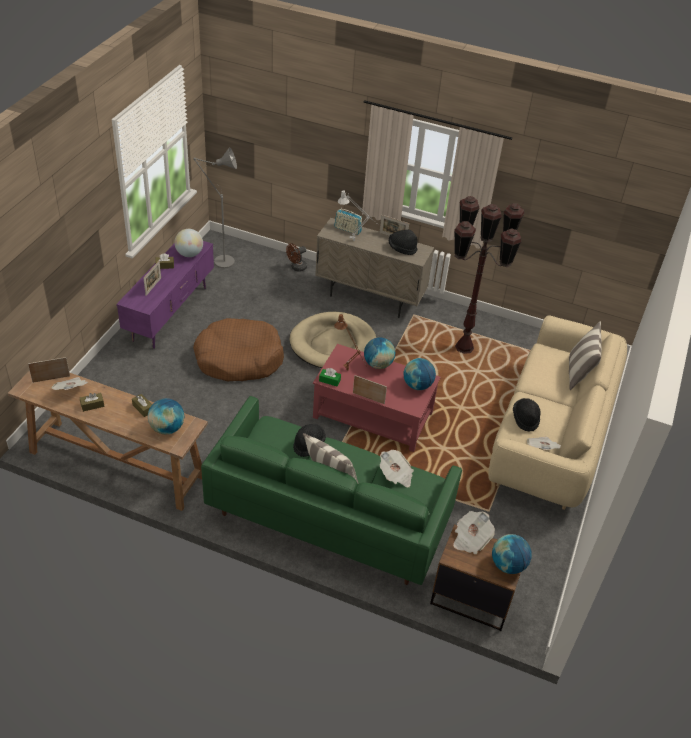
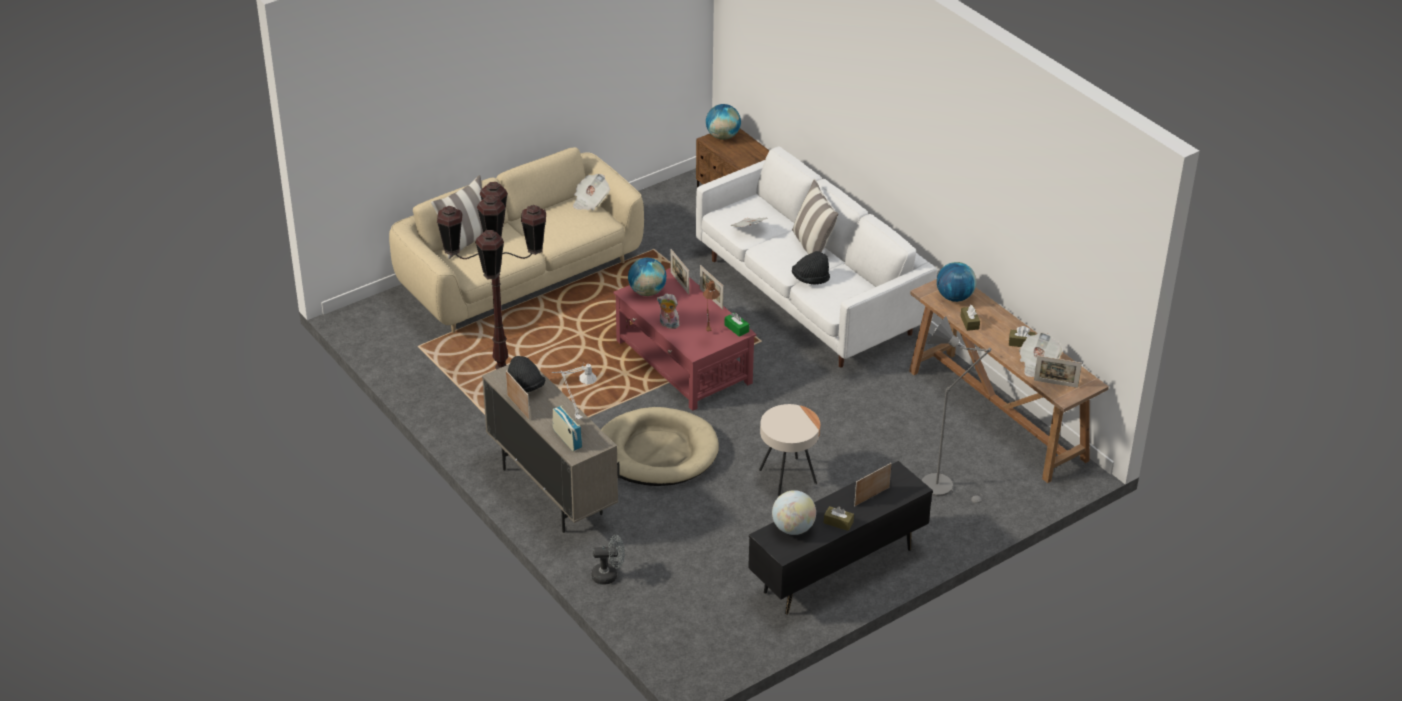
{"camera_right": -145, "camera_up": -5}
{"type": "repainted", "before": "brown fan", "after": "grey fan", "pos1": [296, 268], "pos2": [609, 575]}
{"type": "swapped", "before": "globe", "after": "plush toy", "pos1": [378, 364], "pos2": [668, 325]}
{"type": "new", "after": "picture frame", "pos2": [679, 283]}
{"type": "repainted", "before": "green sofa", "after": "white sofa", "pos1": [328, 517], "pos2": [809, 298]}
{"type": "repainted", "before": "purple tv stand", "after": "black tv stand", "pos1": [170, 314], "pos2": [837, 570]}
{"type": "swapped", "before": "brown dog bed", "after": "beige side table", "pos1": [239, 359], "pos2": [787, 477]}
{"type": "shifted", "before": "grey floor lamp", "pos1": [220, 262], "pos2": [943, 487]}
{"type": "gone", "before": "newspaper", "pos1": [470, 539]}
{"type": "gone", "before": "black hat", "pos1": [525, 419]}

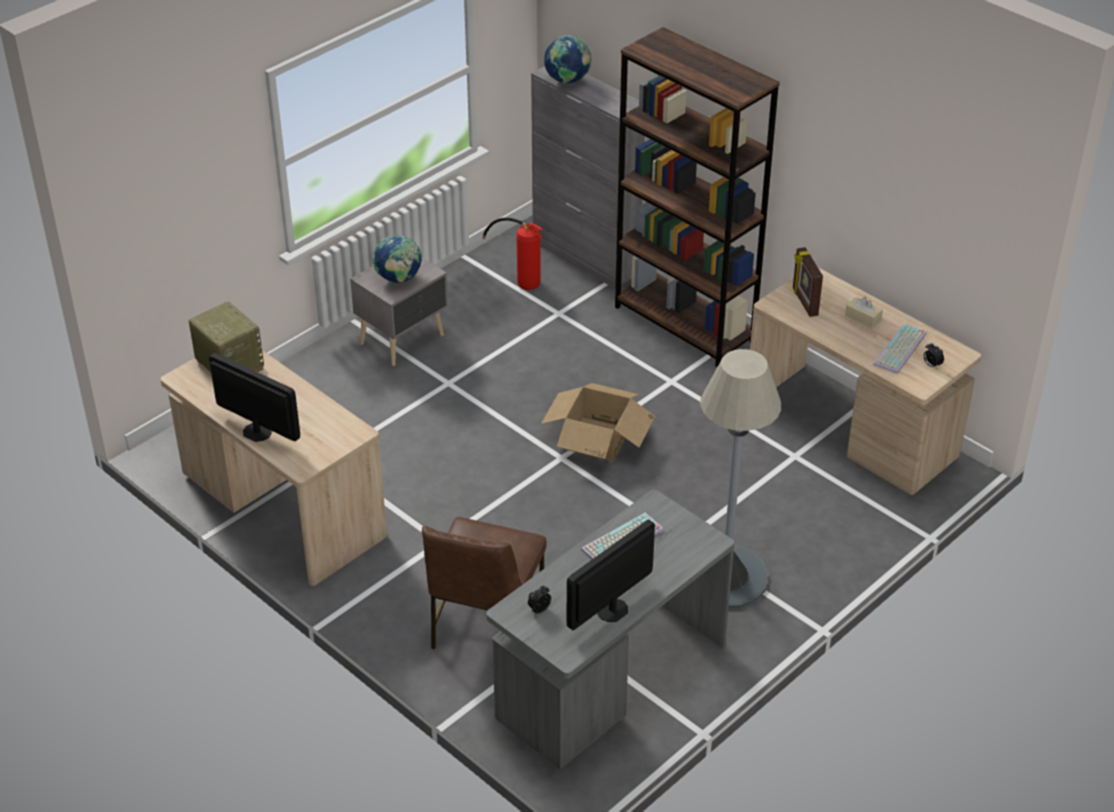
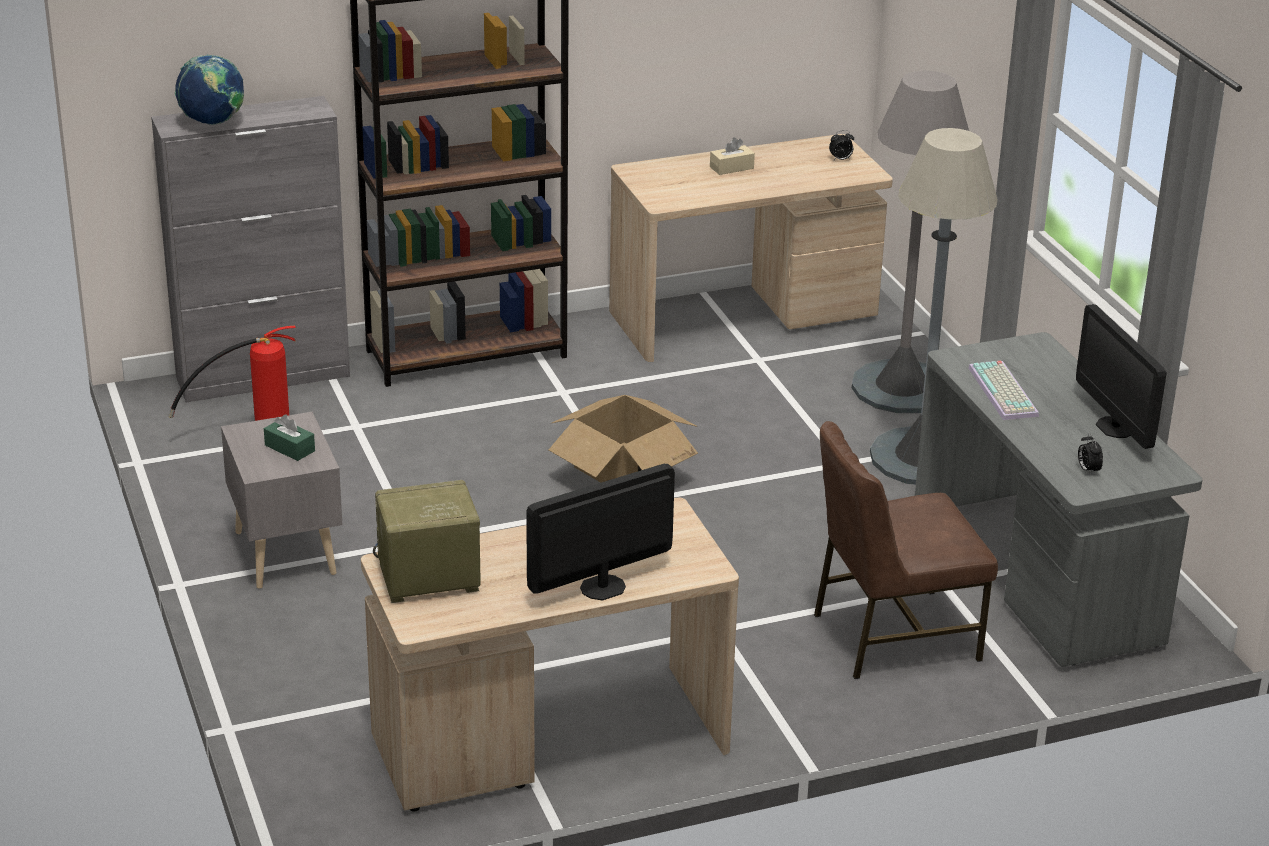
{"camera_right": -65, "camera_up": -10}
{"type": "swapped", "before": "globe", "after": "green tissue box", "pos1": [399, 279], "pos2": [289, 448]}
{"type": "rotated", "before": "brown chair", "pos1": [485, 624], "pos2": [892, 635], "turn": 120}
{"type": "new", "after": "grey floor lamp", "pos2": [901, 387]}
{"type": "gone", "before": "picture frame", "pos1": [804, 302]}
{"type": "gone", "before": "keyboard", "pos1": [900, 350]}

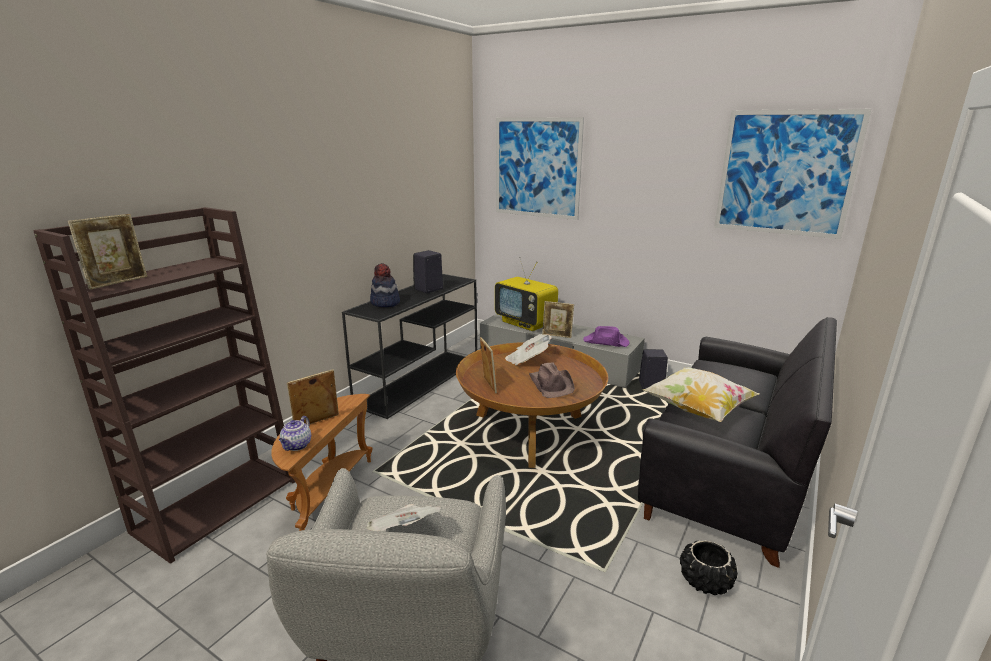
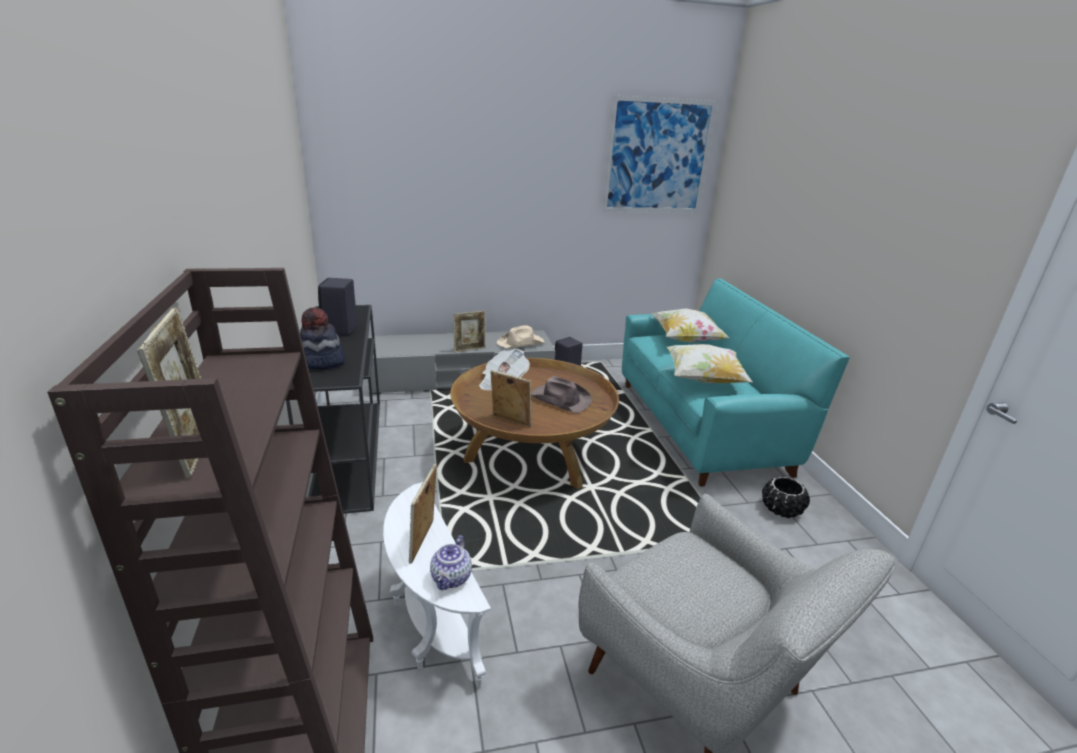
{"camera_right": -45, "camera_up": 5}
{"type": "repainted", "before": "brown side table", "after": "white side table", "pos1": [326, 493], "pos2": [430, 625]}
{"type": "rotated", "before": "teapot", "pos1": [297, 446], "pos2": [451, 579], "turn": 45}
{"type": "repainted", "before": "purple hat", "after": "beige hat", "pos1": [606, 342], "pos2": [521, 343]}
{"type": "repainted", "before": "black sofa", "after": "turquoise sofa", "pos1": [730, 474], "pos2": [701, 426]}
{"type": "new", "after": "pillow", "pos2": [685, 340]}
{"type": "gone", "before": "newspaper", "pos1": [405, 532]}
{"type": "gone", "before": "television", "pos1": [526, 323]}
{"type": "gone", "before": "picture", "pos1": [537, 168]}

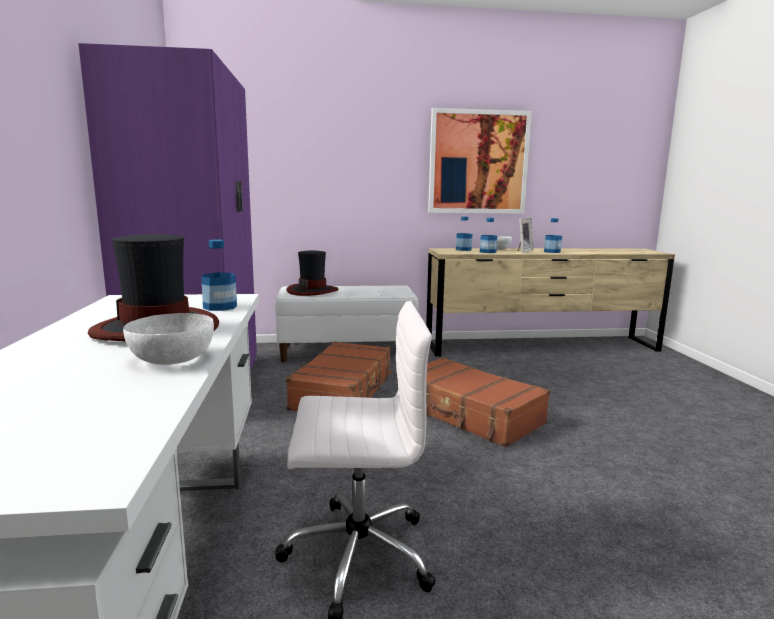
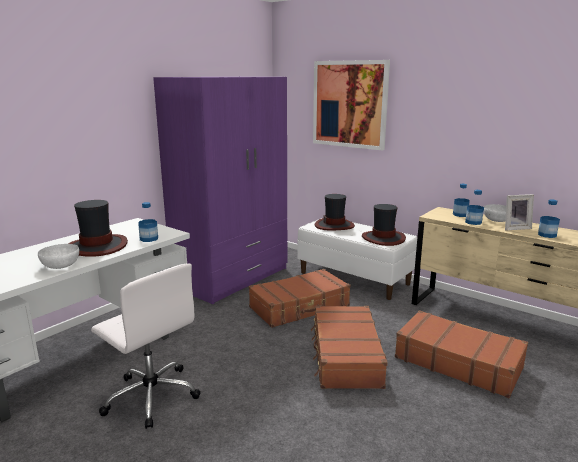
{"camera_right": 45, "camera_up": 5}
{"type": "shifted", "before": "picture", "pos1": [478, 162], "pos2": [349, 104]}
{"type": "new", "after": "hat", "pos2": [383, 238]}
{"type": "new", "after": "brown suitcase", "pos2": [457, 362]}

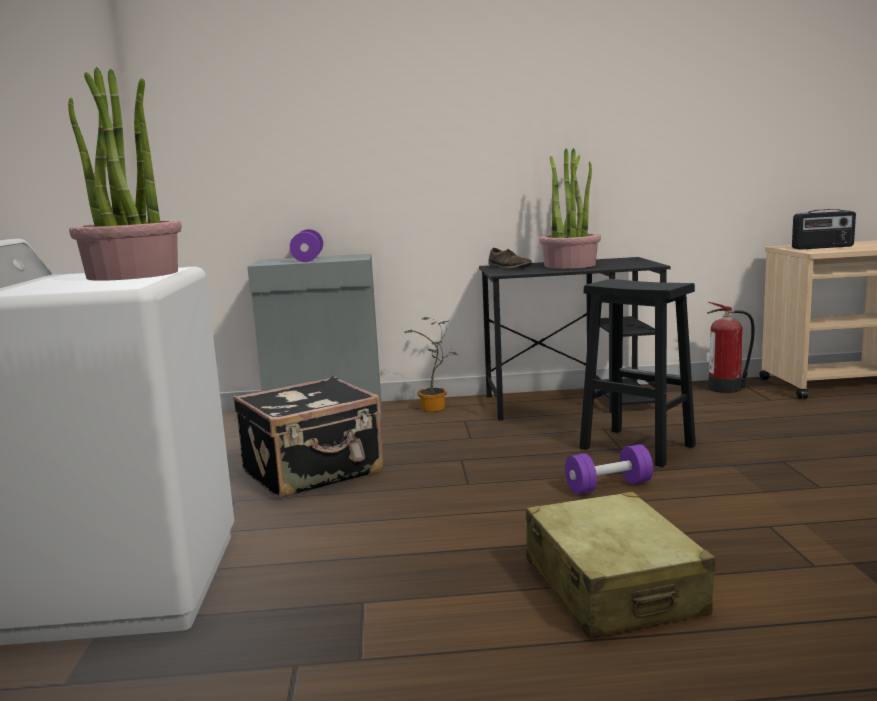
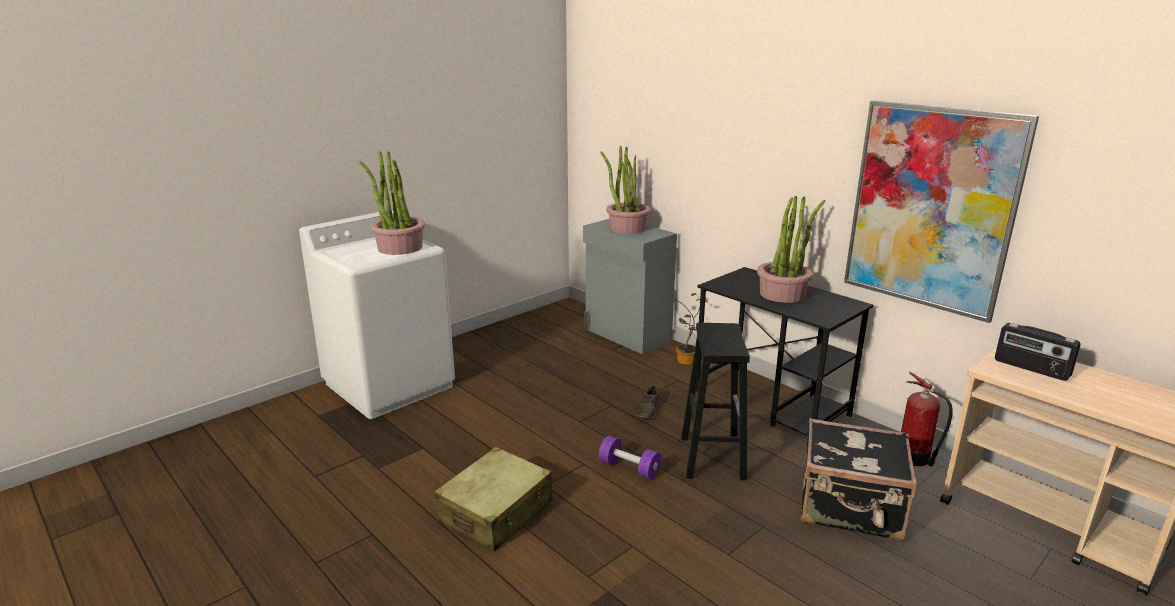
{"camera_right": 50, "camera_up": 10}
{"type": "swapped", "before": "purple dumbbell", "after": "potted plant", "pos1": [308, 259], "pos2": [627, 228]}
{"type": "shifted", "before": "brown shoe", "pos1": [509, 267], "pos2": [648, 409]}
{"type": "shifted", "before": "black suitcase", "pos1": [314, 473], "pos2": [850, 508]}
{"type": "new", "after": "picture", "pos2": [931, 208]}

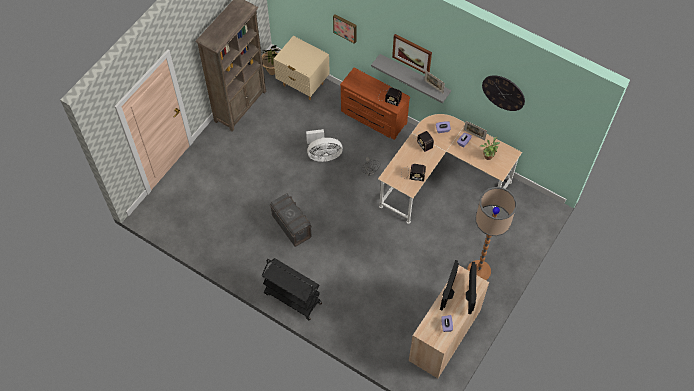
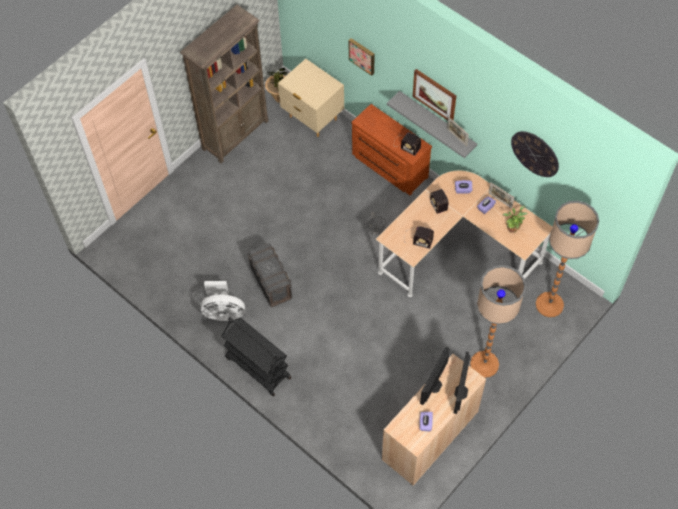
{"camera_right": 10, "camera_up": 0}
{"type": "shifted", "before": "white fan", "pos1": [323, 155], "pos2": [223, 312]}
{"type": "new", "after": "floor lamp", "pos2": [549, 304]}

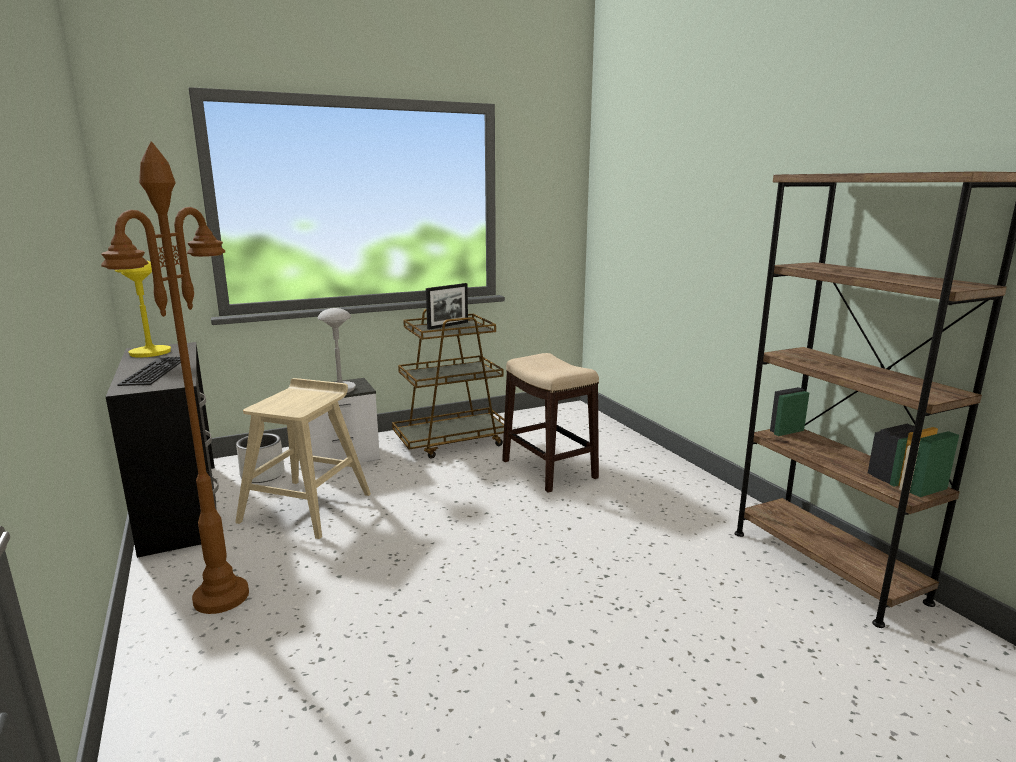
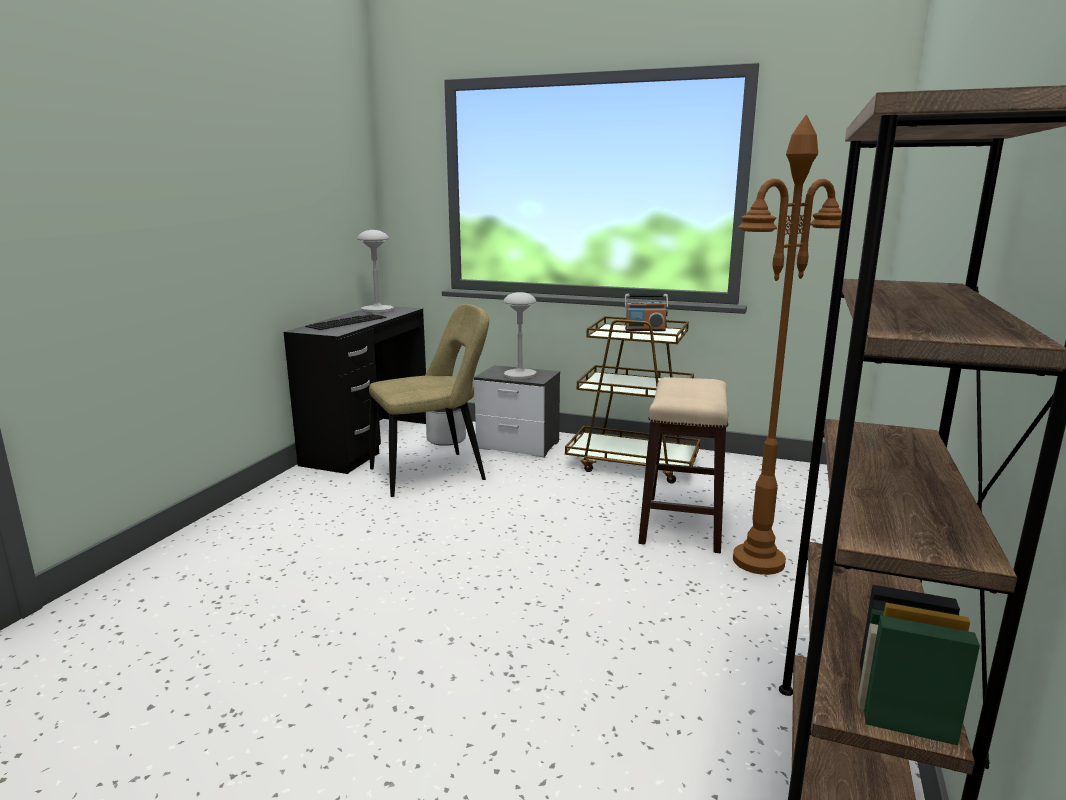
{"camera_right": 45, "camera_up": 0}
{"type": "repainted", "before": "yellow table lamp", "after": "grey table lamp", "pos1": [150, 353], "pos2": [377, 310]}
{"type": "swapped", "before": "beige stool", "after": "beige chair", "pos1": [307, 507], "pos2": [433, 473]}
{"type": "swapped", "before": "picture frame", "after": "radio", "pos1": [448, 325], "pos2": [645, 330]}
{"type": "shifted", "before": "brown floor lamp", "pos1": [221, 597], "pos2": [758, 561]}

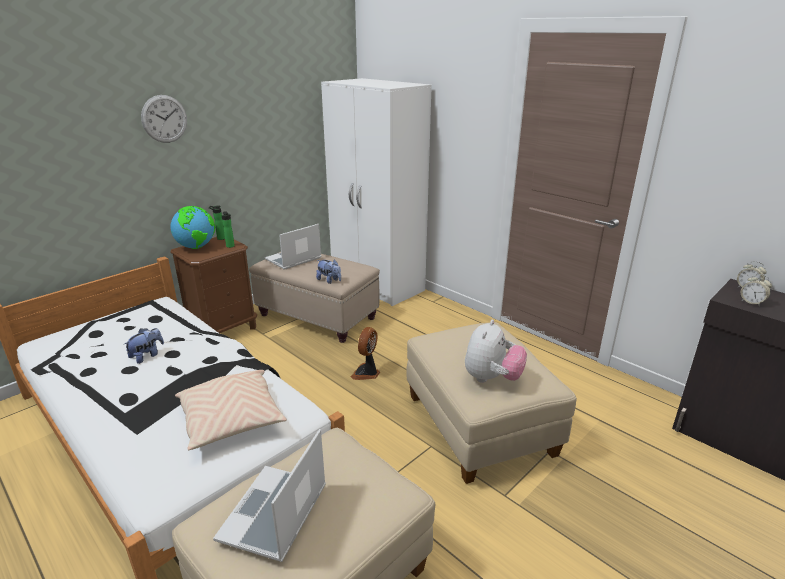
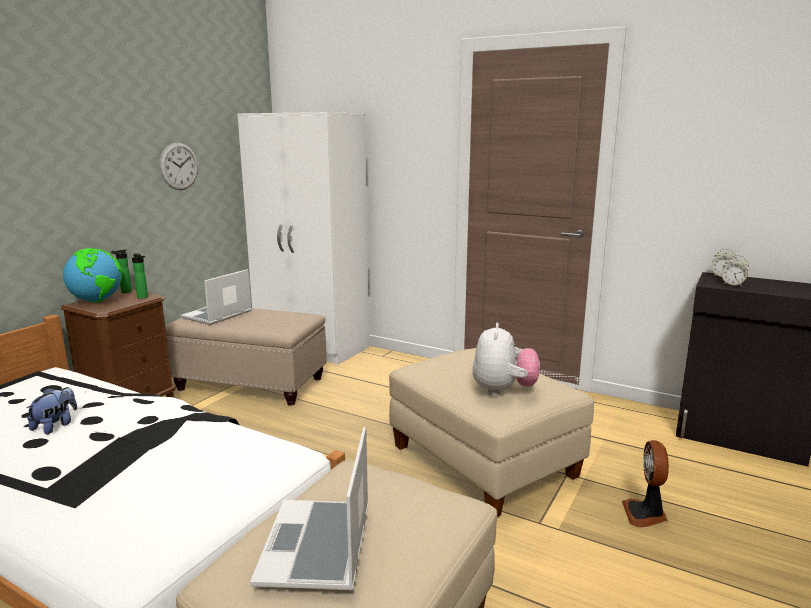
{"camera_right": -15, "camera_up": -10}
{"type": "shifted", "before": "wall clock", "pos1": [164, 119], "pos2": [179, 166]}
{"type": "shifted", "before": "fan", "pos1": [367, 373], "pos2": [645, 514]}
{"type": "gone", "before": "beige pillow", "pos1": [232, 420]}
{"type": "gone", "before": "plush toy", "pos1": [329, 280]}

